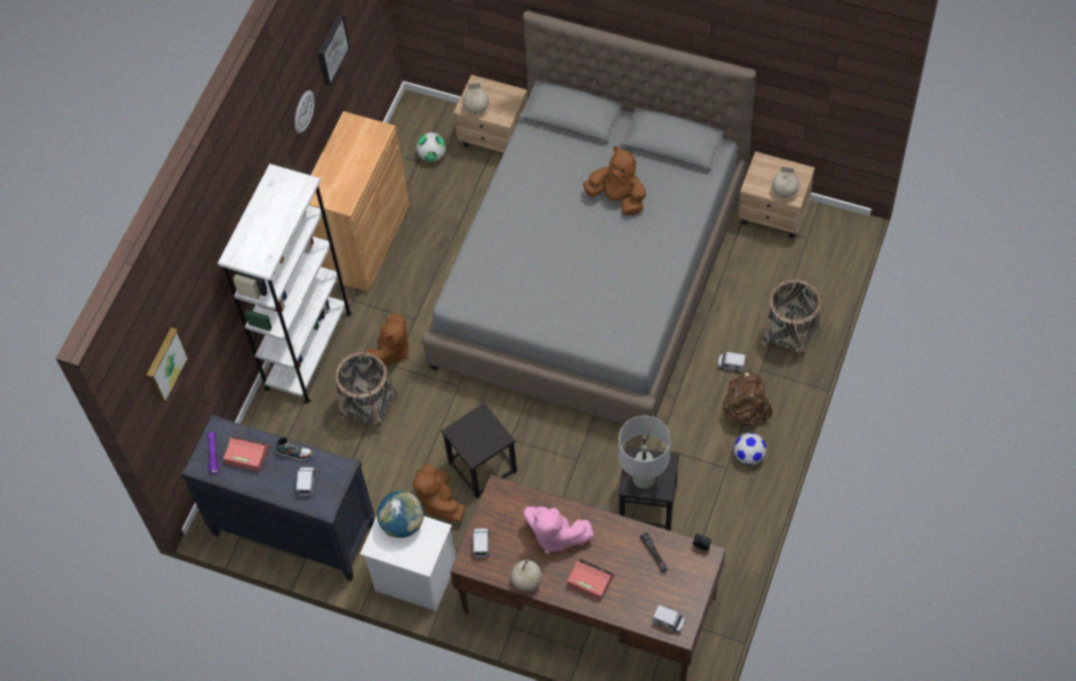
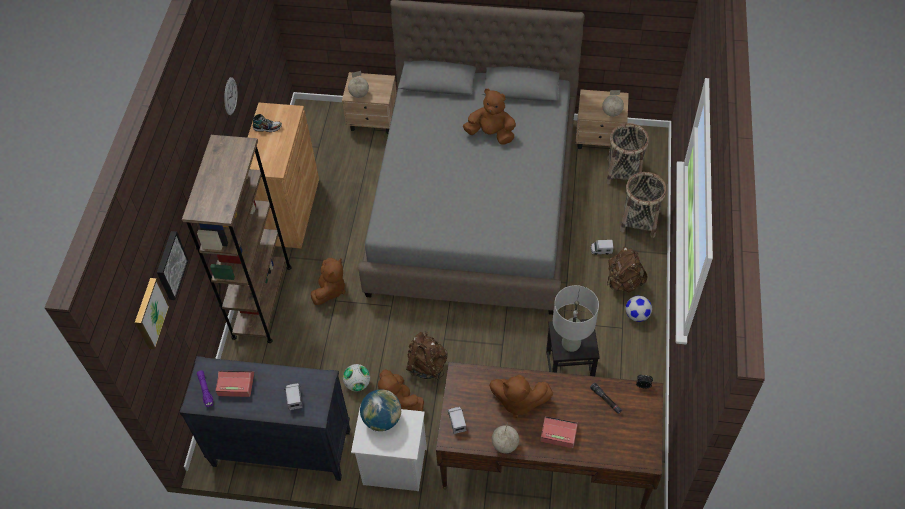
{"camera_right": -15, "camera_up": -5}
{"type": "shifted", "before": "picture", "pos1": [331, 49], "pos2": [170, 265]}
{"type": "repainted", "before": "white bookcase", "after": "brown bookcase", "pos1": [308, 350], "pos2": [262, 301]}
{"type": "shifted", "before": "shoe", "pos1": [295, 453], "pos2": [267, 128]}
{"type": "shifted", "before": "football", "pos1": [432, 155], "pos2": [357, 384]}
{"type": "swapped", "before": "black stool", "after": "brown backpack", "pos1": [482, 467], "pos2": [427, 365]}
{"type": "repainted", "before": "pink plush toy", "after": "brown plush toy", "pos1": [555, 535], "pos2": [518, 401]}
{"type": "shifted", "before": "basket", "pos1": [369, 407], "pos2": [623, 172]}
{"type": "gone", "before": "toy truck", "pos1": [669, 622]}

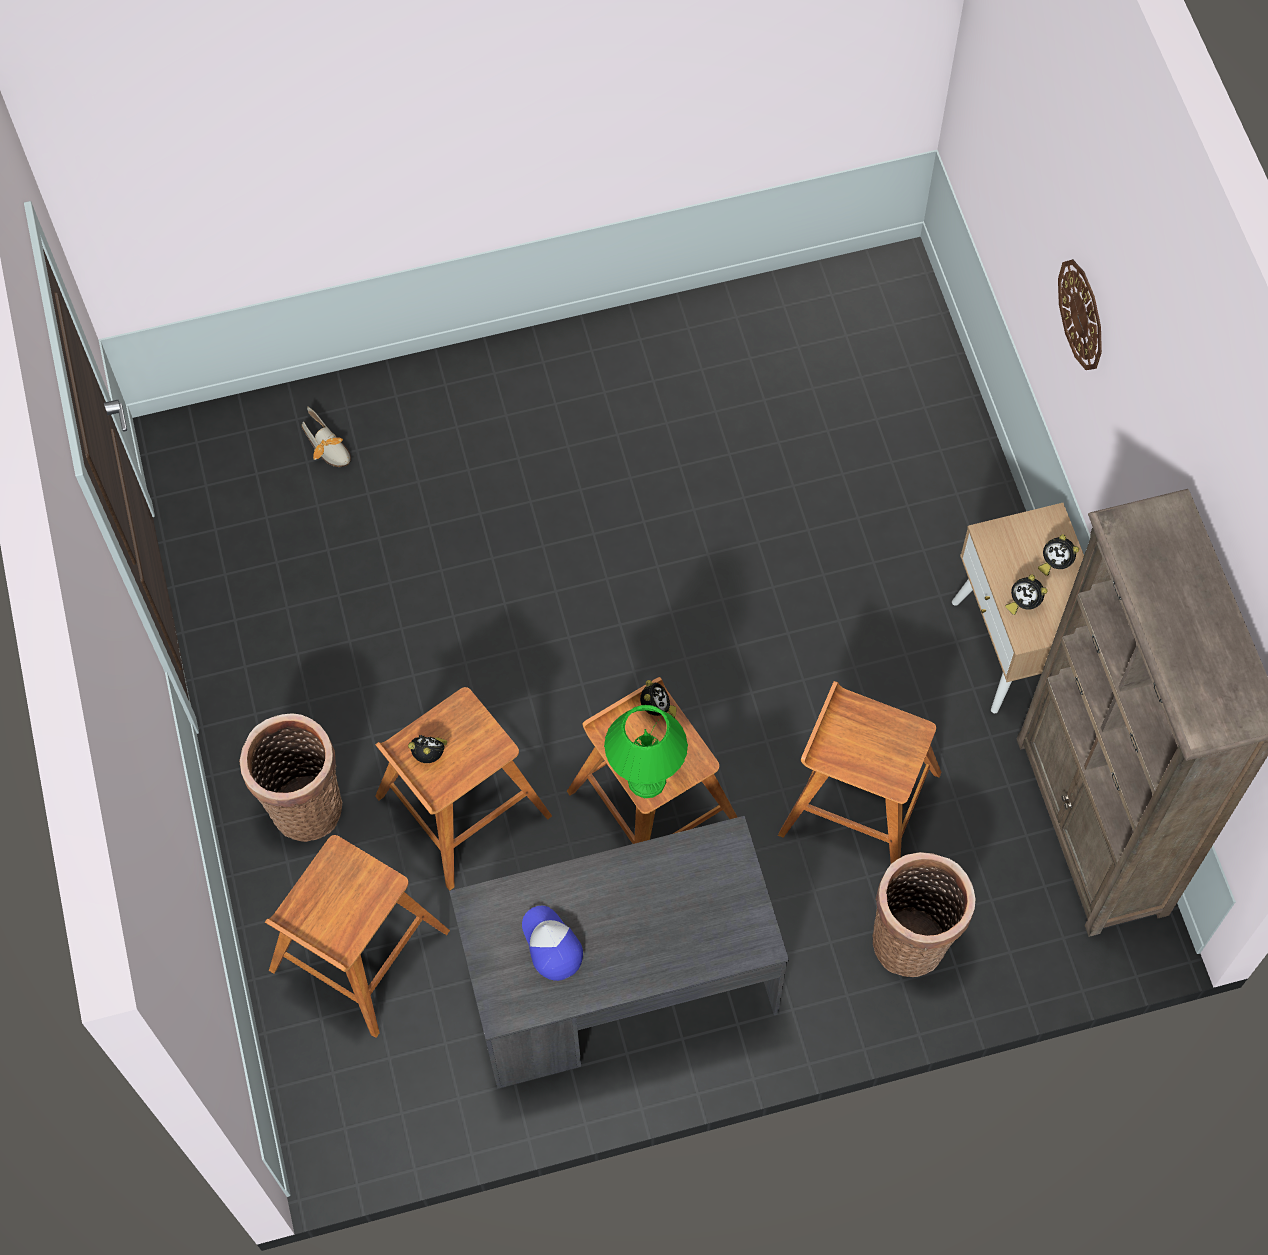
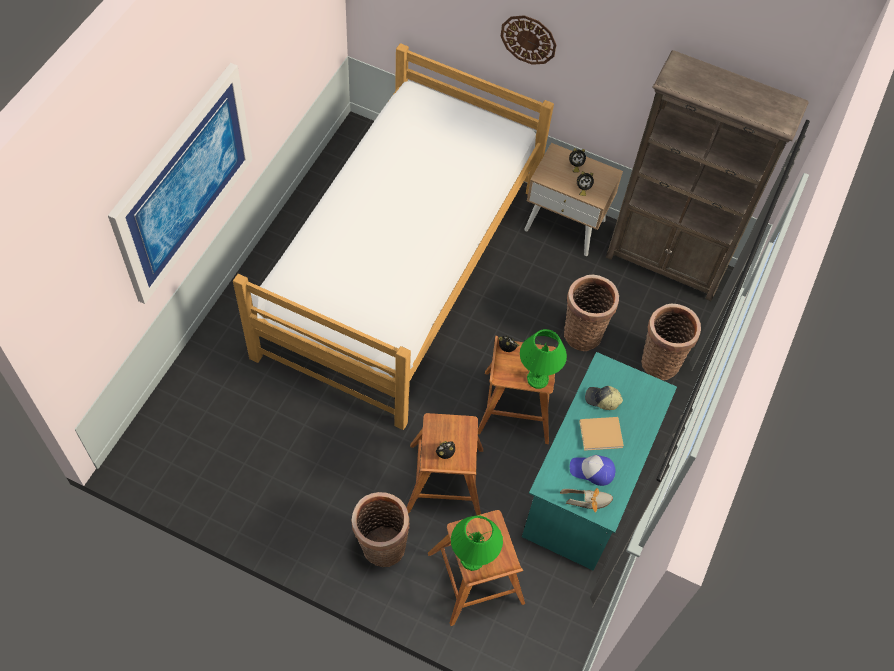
{"camera_right": -55, "camera_up": -5}
{"type": "new", "after": "picture", "pos2": [183, 183]}
{"type": "new", "after": "bed", "pos2": [401, 270]}
{"type": "new", "after": "green table lamp", "pos2": [473, 559]}
{"type": "repainted", "before": "grey desk", "after": "turquoise desk", "pos1": [620, 987], "pos2": [587, 484]}
{"type": "shifted", "before": "shoe", "pos1": [328, 447], "pos2": [588, 500]}
{"type": "swapped", "before": "brown stool", "after": "basket", "pos1": [858, 802], "pos2": [582, 332]}
{"type": "new", "after": "beige book", "pos2": [602, 434]}
{"type": "new", "after": "cap", "pos2": [602, 400]}

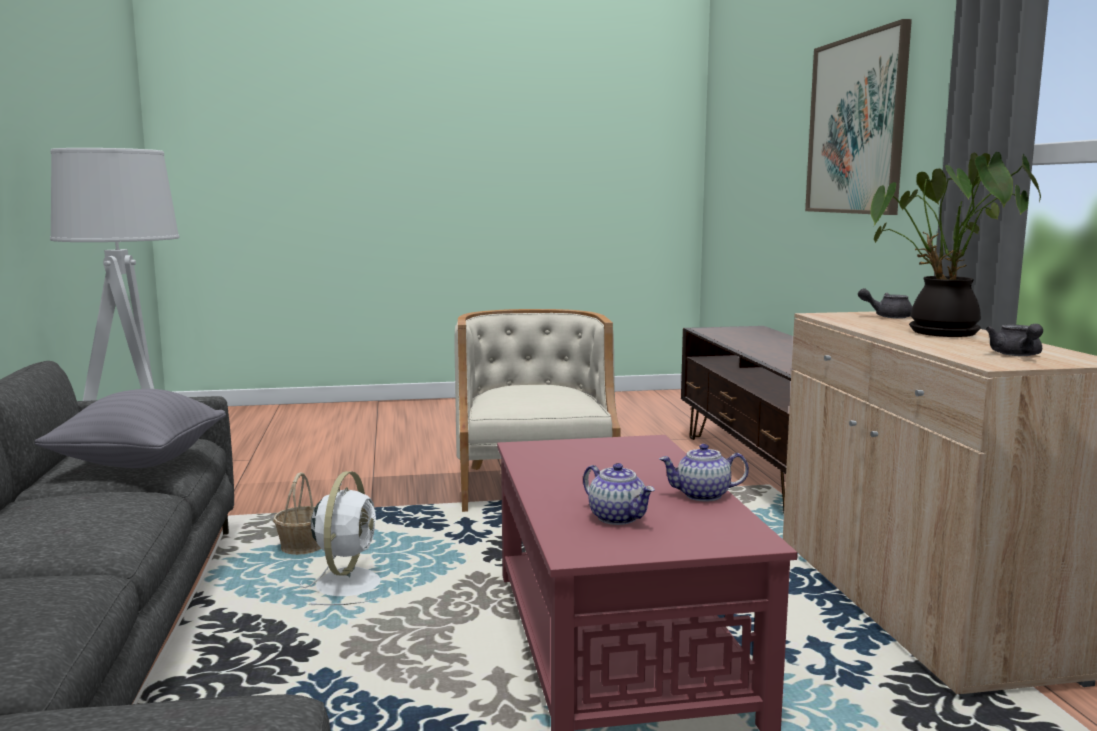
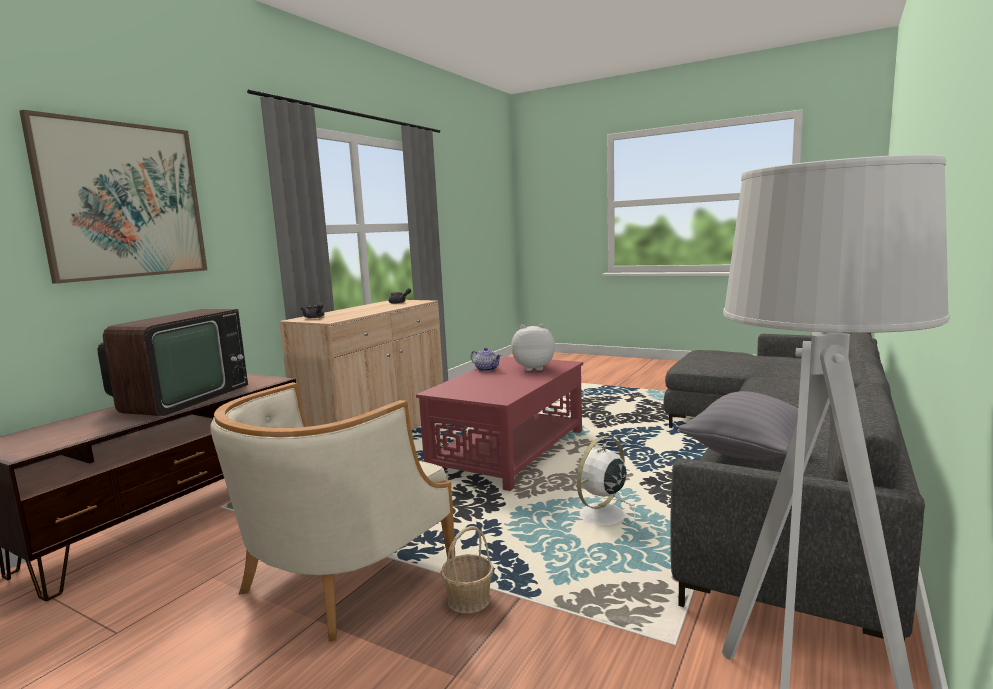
{"camera_right": -140, "camera_up": 0}
{"type": "new", "after": "television", "pos2": [180, 399]}
{"type": "shifted", "before": "basket", "pos1": [303, 548], "pos2": [468, 599]}
{"type": "swapped", "before": "teapot", "after": "plush toy", "pos1": [618, 518], "pos2": [533, 368]}
{"type": "gone", "before": "potted plant", "pos1": [940, 333]}

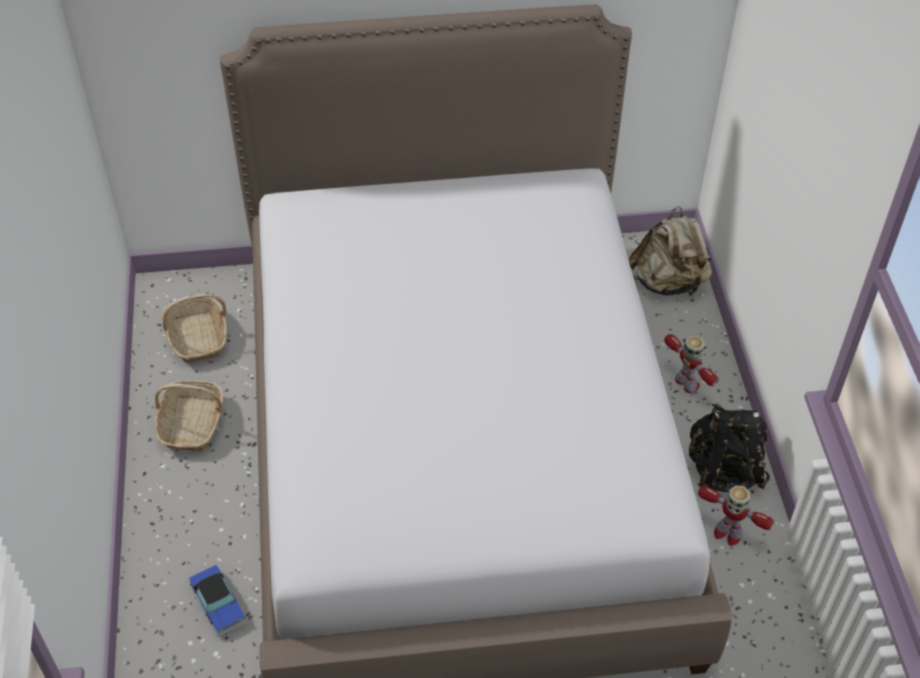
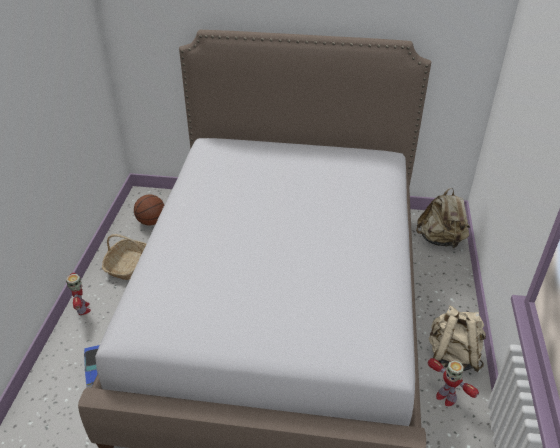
{"camera_right": 15, "camera_up": -10}
{"type": "shifted", "before": "toy robot", "pos1": [687, 384], "pos2": [83, 309]}
{"type": "swapped", "before": "basket", "after": "basketball", "pos1": [197, 337], "pos2": [151, 222]}
{"type": "repainted", "before": "black backpack", "after": "beige backpack", "pos1": [723, 470], "pos2": [452, 355]}

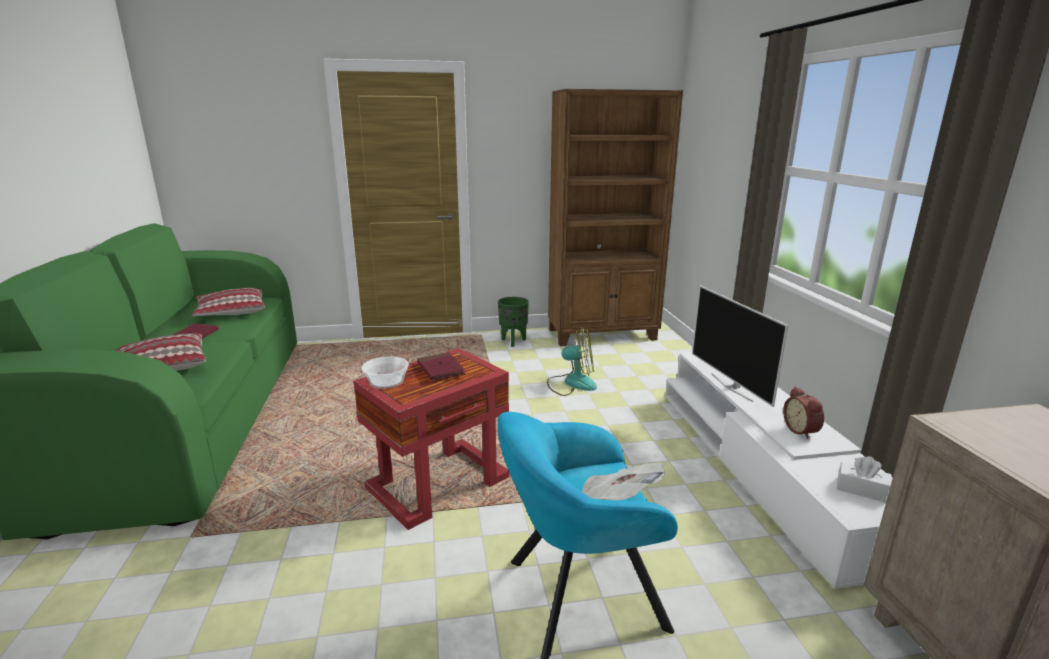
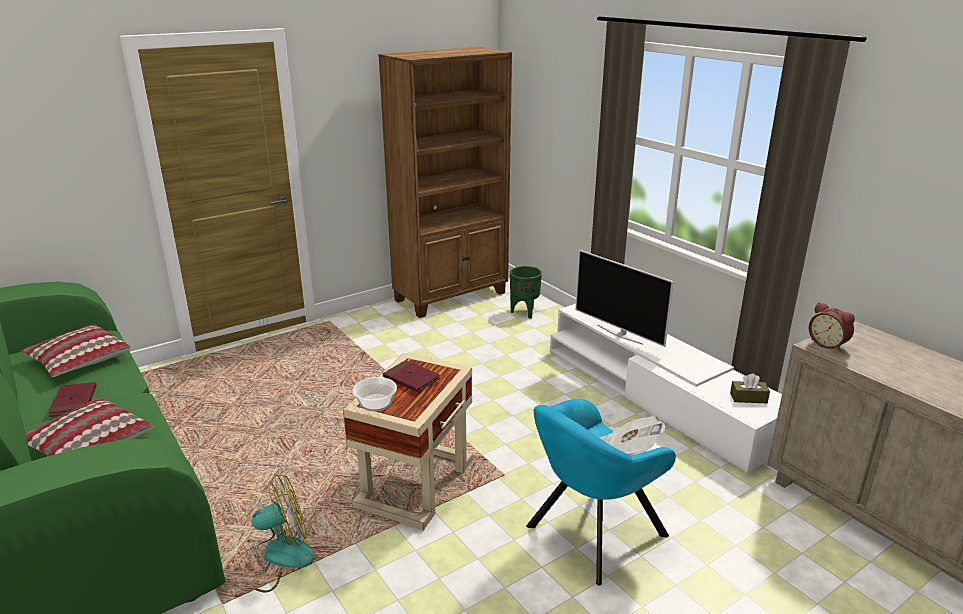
{"camera_right": -25, "camera_up": 5}
{"type": "shifted", "before": "fan", "pos1": [572, 383], "pos2": [276, 558]}
{"type": "repainted", "before": "red side table", "after": "beige side table", "pos1": [440, 482], "pos2": [416, 482]}
{"type": "shifted", "before": "green planter", "pos1": [513, 341], "pos2": [524, 312]}
{"type": "repainted", "before": "white tissue box", "after": "brown tissue box", "pos1": [861, 490], "pos2": [748, 398]}
{"type": "shifted", "before": "alarm clock", "pos1": [802, 430], "pos2": [828, 344]}

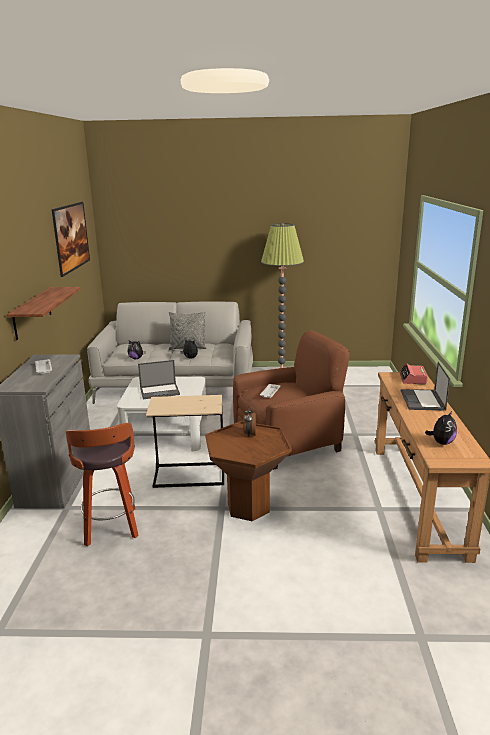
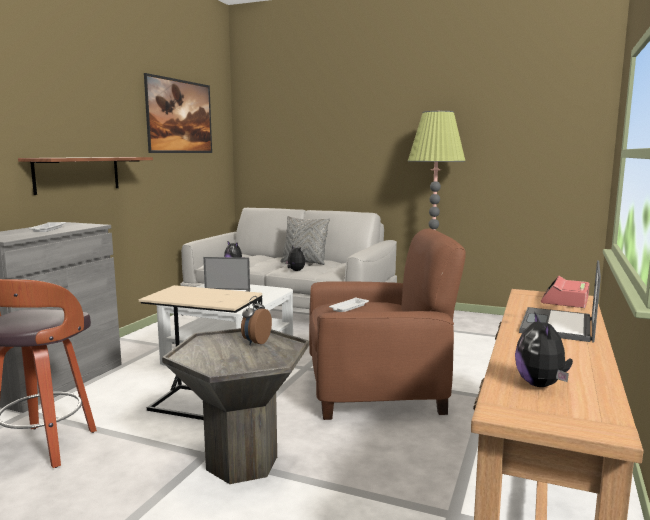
{"camera_right": 20, "camera_up": -10}
{"type": "repainted", "before": "brown side table", "after": "grey side table", "pos1": [248, 507], "pos2": [242, 463]}
{"type": "rotated", "before": "plush toy", "pos1": [441, 442], "pos2": [541, 385], "turn": 120}

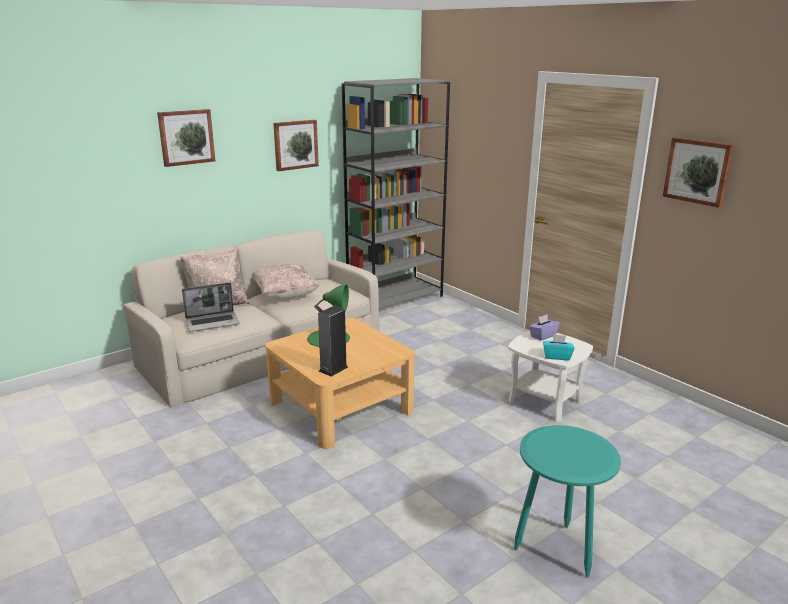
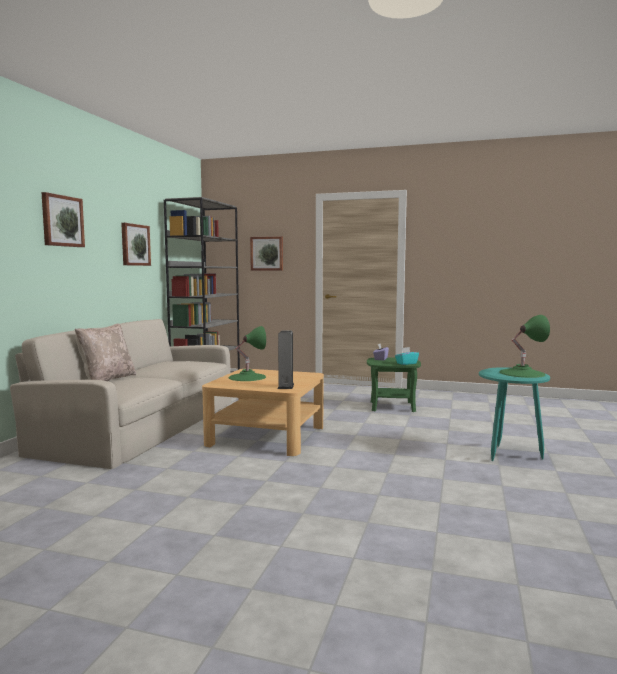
{"camera_right": -35, "camera_up": -15}
{"type": "shifted", "before": "picture", "pos1": [698, 171], "pos2": [267, 253]}
{"type": "repainted", "before": "white side table", "after": "green side table", "pos1": [545, 402], "pos2": [392, 406]}
{"type": "new", "after": "green table lamp", "pos2": [522, 373]}
{"type": "gone", "before": "laptop", "pos1": [213, 322]}
{"type": "gone", "before": "beige pillow", "pos1": [285, 295]}

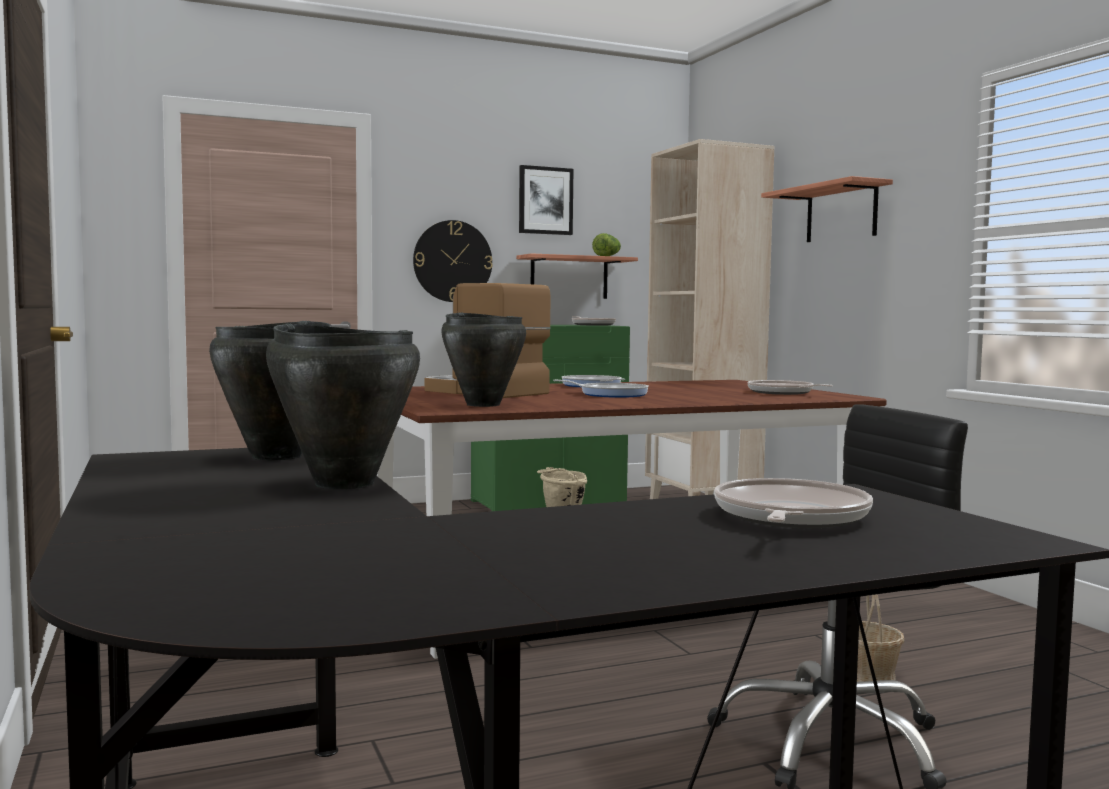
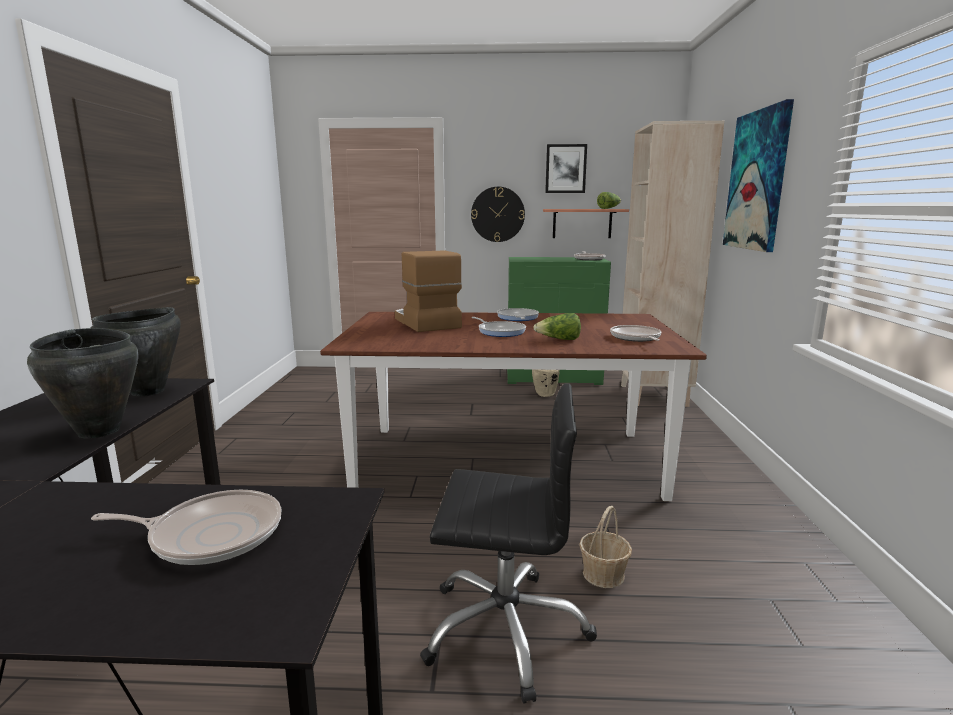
{"camera_right": 25, "camera_up": 10}
{"type": "rotated", "before": "frying pan", "pos1": [789, 518], "pos2": [211, 535], "turn": 45}
{"type": "new", "after": "lettuce", "pos2": [559, 339]}
{"type": "swapped", "before": "shelf", "after": "picture", "pos1": [841, 213], "pos2": [757, 180]}
{"type": "gone", "before": "black cooking pot", "pos1": [483, 405]}

